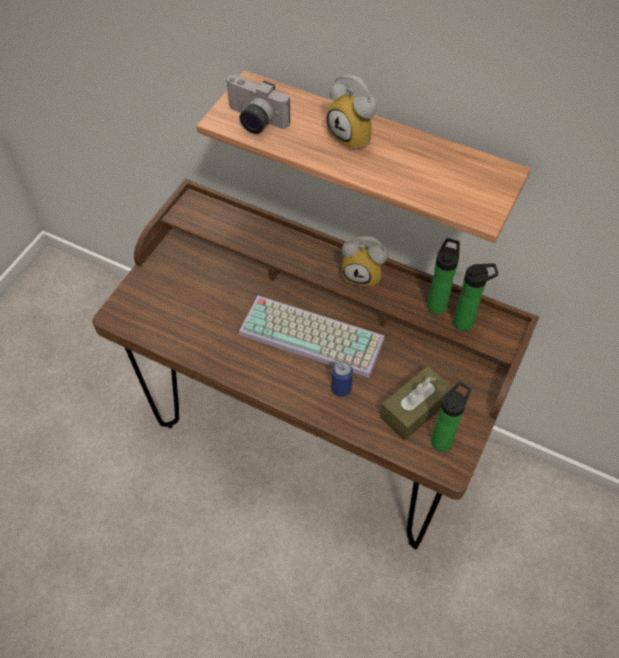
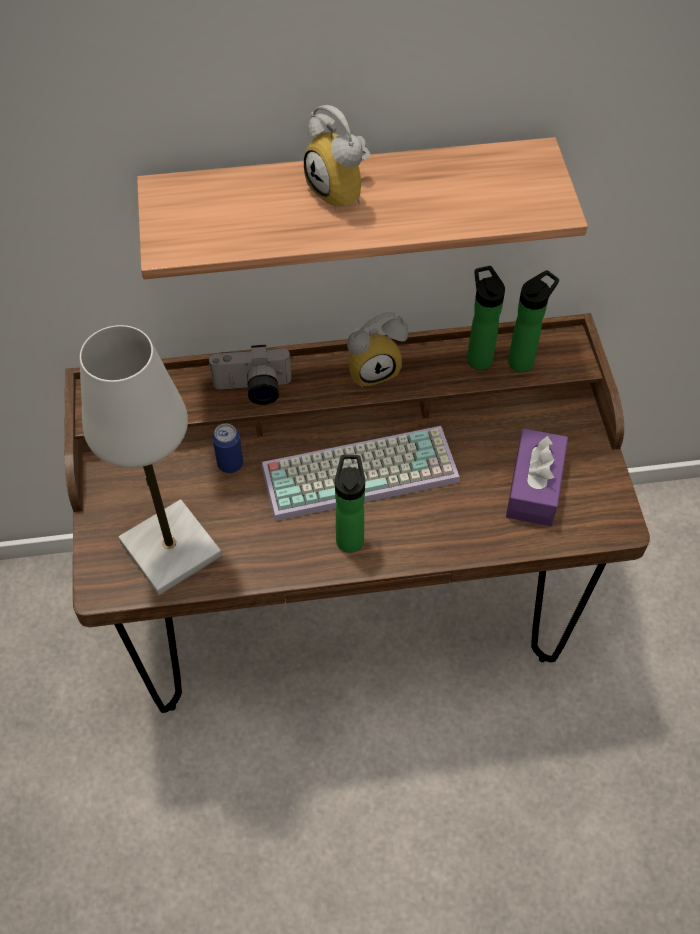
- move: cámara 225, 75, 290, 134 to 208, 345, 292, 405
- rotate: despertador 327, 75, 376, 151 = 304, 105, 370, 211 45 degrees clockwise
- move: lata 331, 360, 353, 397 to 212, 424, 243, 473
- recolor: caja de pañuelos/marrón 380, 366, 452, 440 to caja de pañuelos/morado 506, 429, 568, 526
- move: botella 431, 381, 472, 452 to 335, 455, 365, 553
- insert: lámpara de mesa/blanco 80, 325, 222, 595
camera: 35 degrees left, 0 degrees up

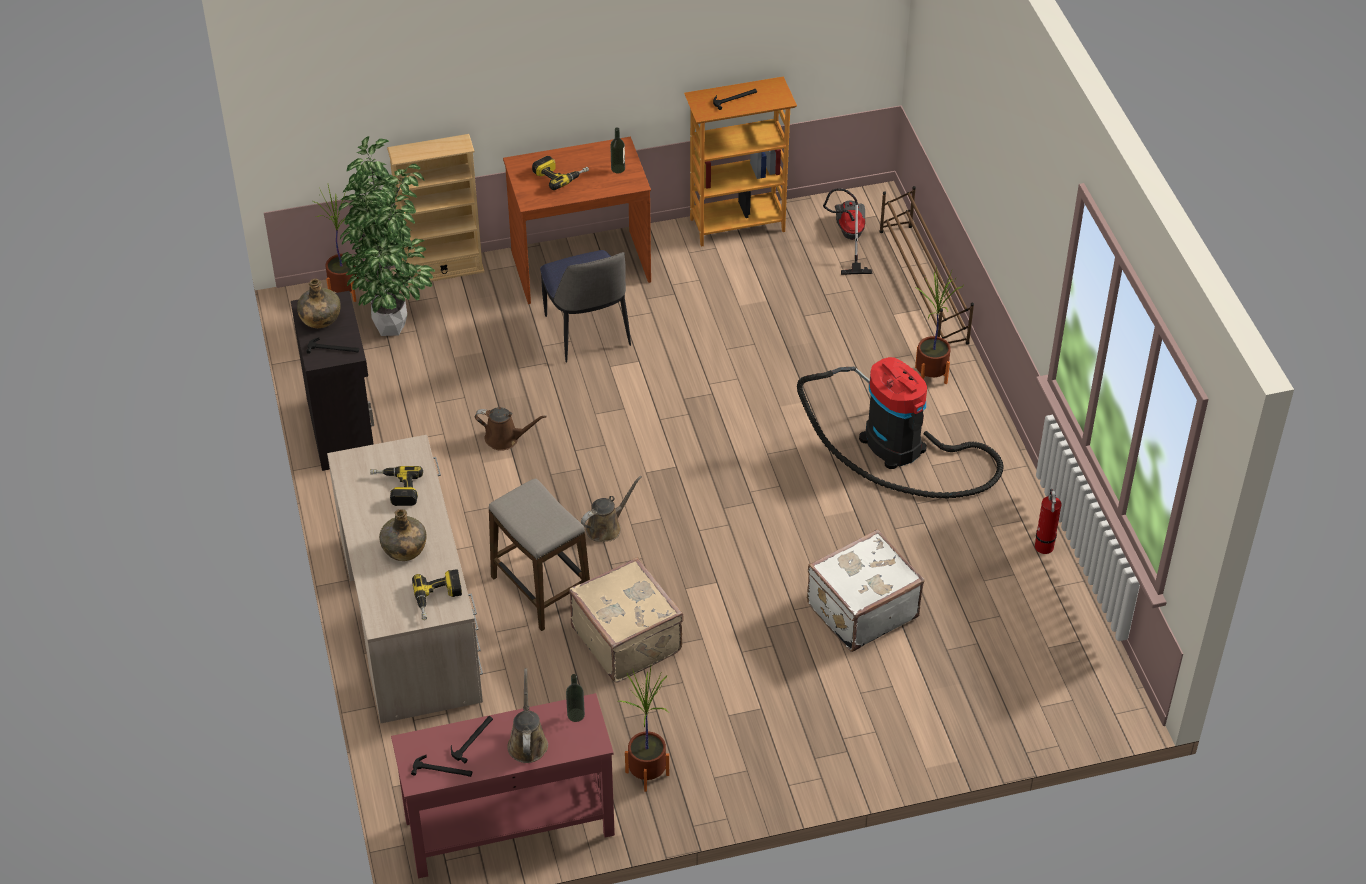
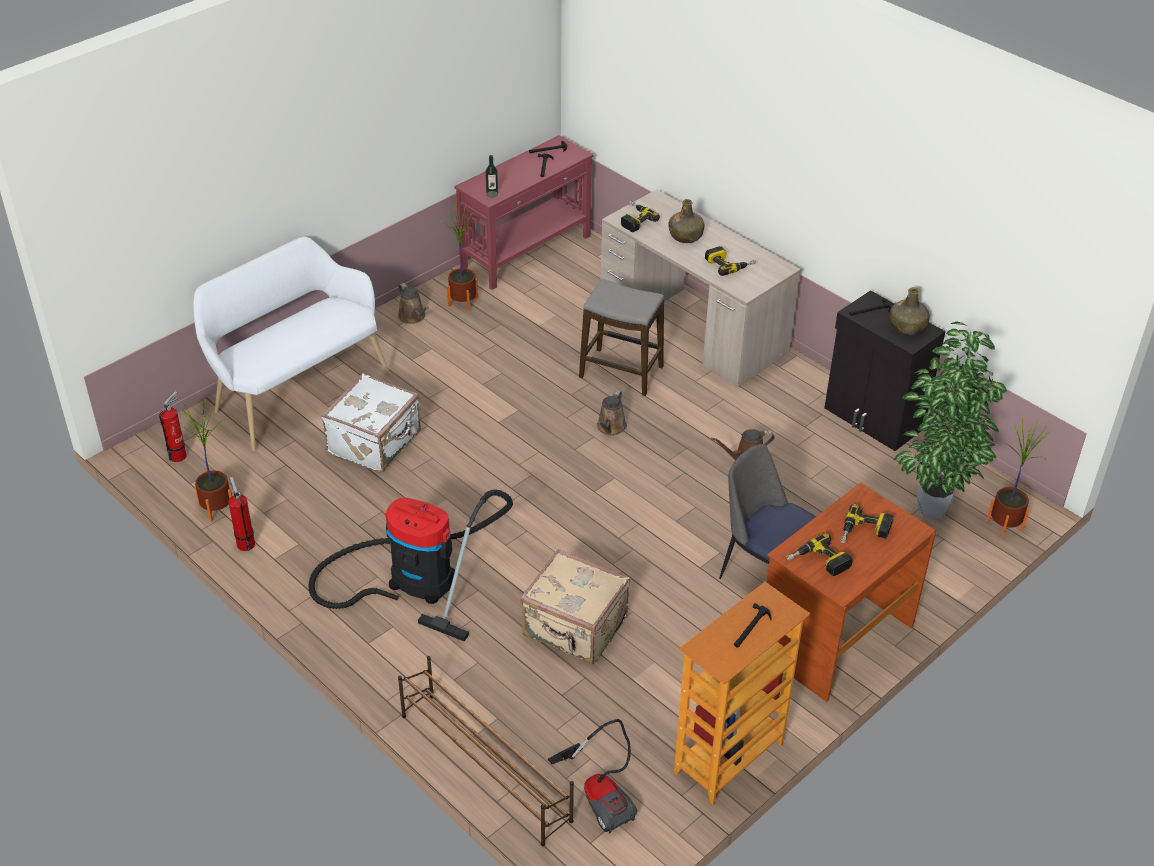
- delete: estantería/beis 387, 134, 485, 285
- move: regadera/marrón 507, 668, 548, 763 to 398, 283, 429, 324
- move: maleta/beis 569, 557, 684, 683 to 520, 549, 630, 664
- replace: botella 610, 127, 625, 173 to taladro 787, 533, 853, 576
- move: planta en maceta 915, 266, 963, 384 to 178, 404, 232, 522
- insert: extintor 159, 391, 187, 462
- insert: banco/blanco 193, 237, 390, 451
camera: 150 degrees right, 5 degrees down

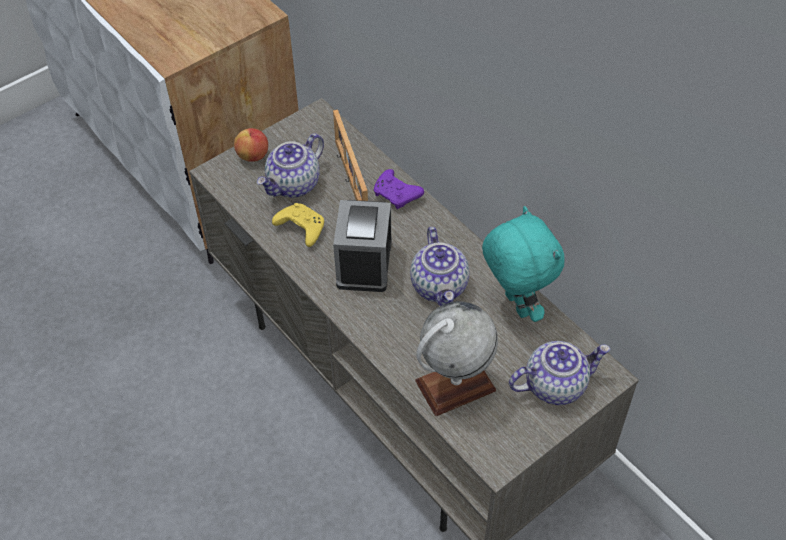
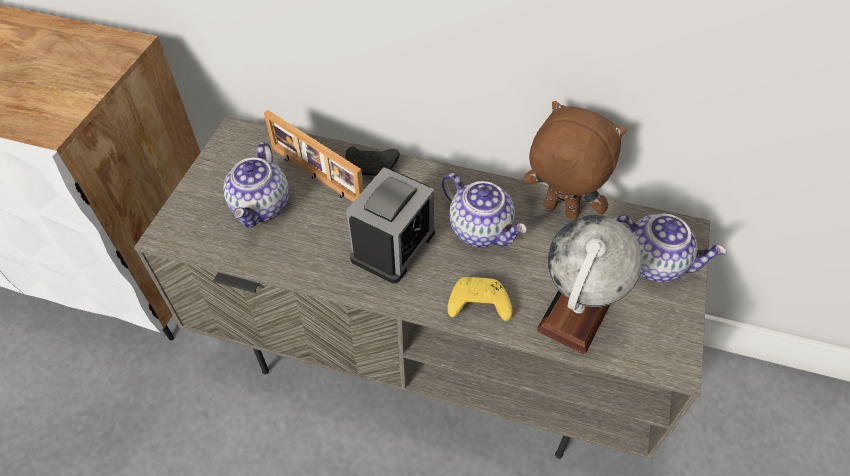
- delete: manzana 234, 128, 268, 162
- move: mando de consola/amarillo 272, 203, 324, 247 to 448, 277, 512, 321
- rotate: despertador 333, 200, 392, 292 = 346, 167, 435, 283 120 degrees counterclockwise
- recolor: mando de consola/morado 374, 169, 424, 209 to mando de consola/negro 346, 146, 400, 176
- recolor: peluche/turquesa 482, 206, 564, 322 to peluche/marrón 523, 101, 627, 220
- rotate: tetera 509, 341, 610, 405 = 613, 214, 727, 282 75 degrees clockwise
camera: 35 degrees left, 0 degrees up

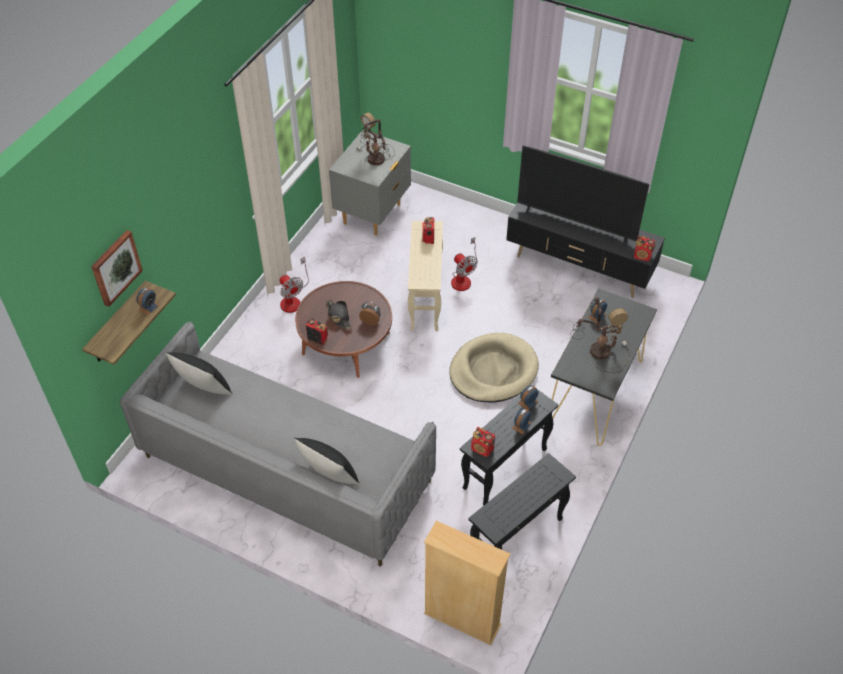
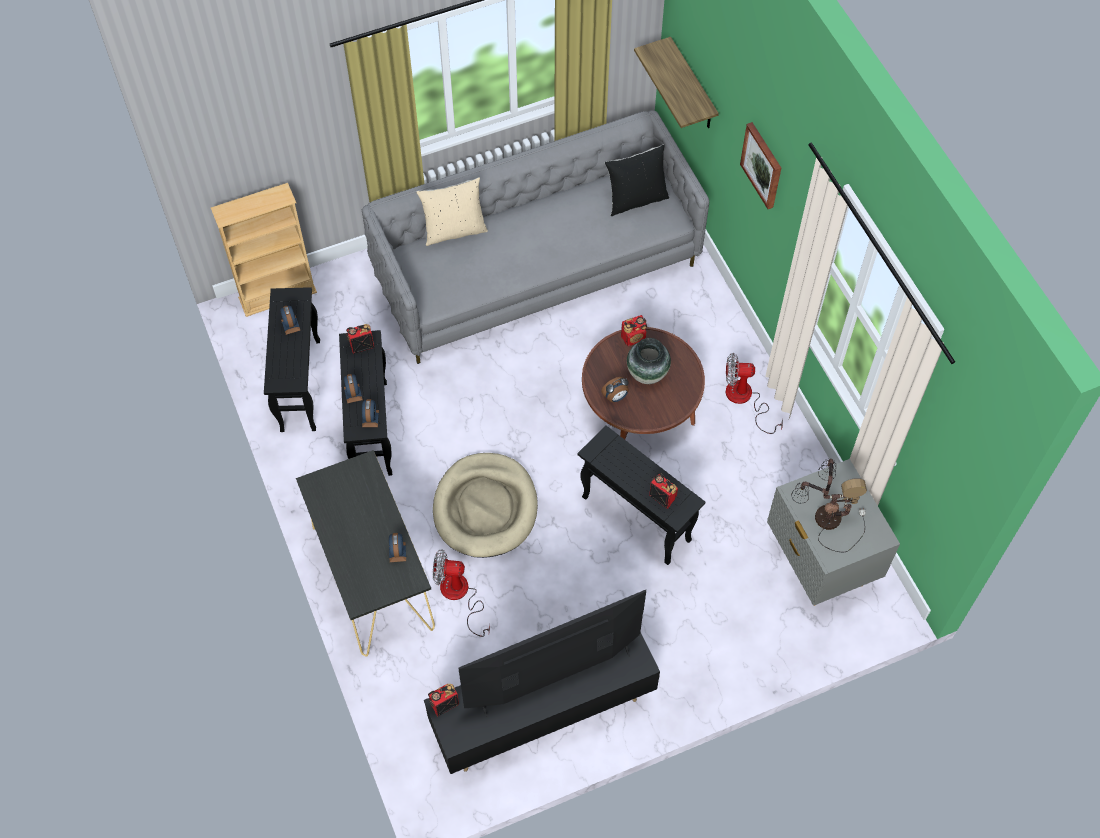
- move: cuadro 91, 230, 143, 307 to 740, 122, 781, 209
- move: despertador 136, 288, 160, 315 to 280, 306, 300, 335
- recolor: cojín/negro 294, 438, 359, 484 to cojín/beis 416, 177, 488, 246
- replace: sombrero/negro 326, 299, 352, 329 to florero 627, 338, 671, 384
- recolor: mesa auxiliar/beis 408, 221, 443, 331 to mesa auxiliar/negro 578, 426, 705, 565
- move: ventilador 451, 237, 477, 291 to 433, 549, 490, 637
- delete: lámpara de mesa 571, 297, 630, 373
camera: 130 degrees right, 10 degrees up

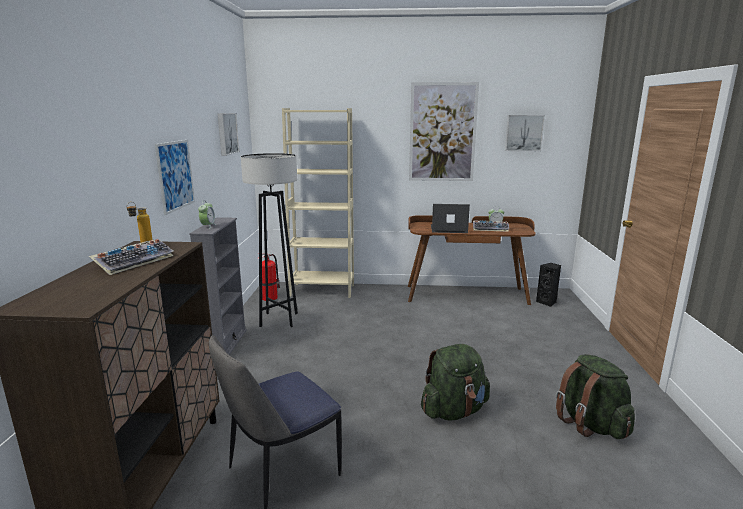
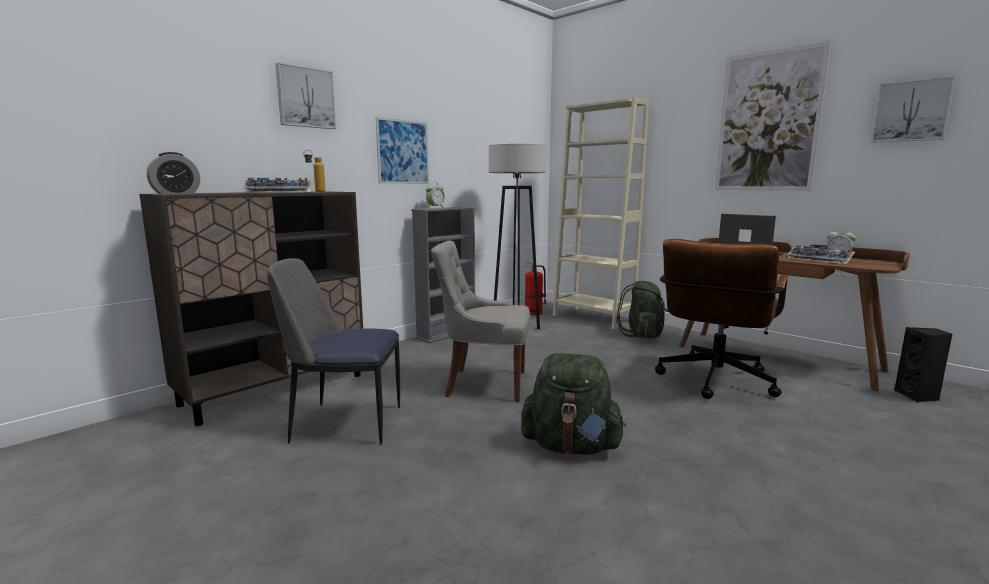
- move: cuadro 217, 113, 240, 156 to 275, 62, 336, 129
- move: mochila/verde 556, 354, 635, 439 to 616, 281, 669, 338
- insert: despertador 147, 152, 200, 194
- insert: silla/gris 431, 241, 530, 402
- insert: silla de oficina/marrón 655, 239, 788, 399
camera: 40 degrees right, 5 degrees down

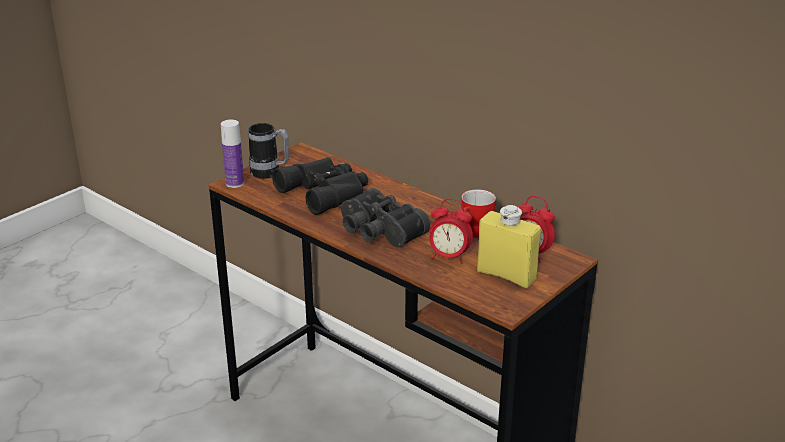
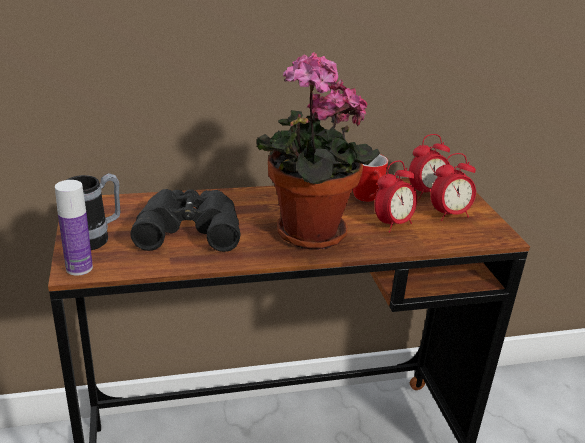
- replace: prismáticos/negro 341, 188, 430, 248 to planta en maceta 257, 52, 380, 250
- replace: botella/amarillo 477, 205, 541, 288 to despertador 431, 153, 476, 221
camera: 55 degrees left, 0 degrees up

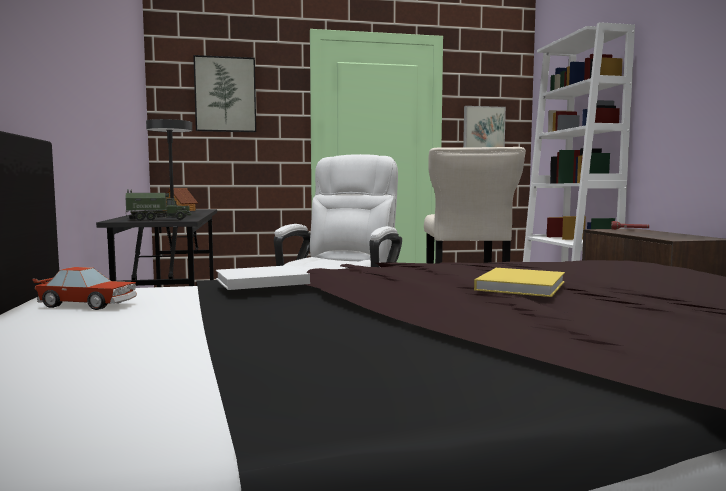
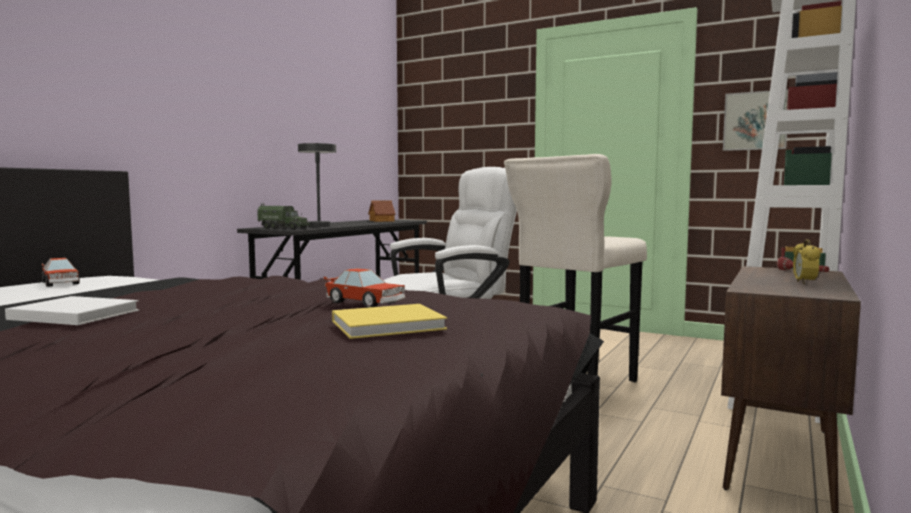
- delete: cuadro 193, 55, 256, 132
- move: libro/blanco 216, 265, 310, 290 to 5, 296, 139, 325
- move: libro/amarillo 474, 268, 565, 297 to 332, 304, 447, 339
- insert: coche de juguete 324, 268, 405, 308
- insert: despertador 793, 239, 821, 284
camera: 40 degrees right, 0 degrees up

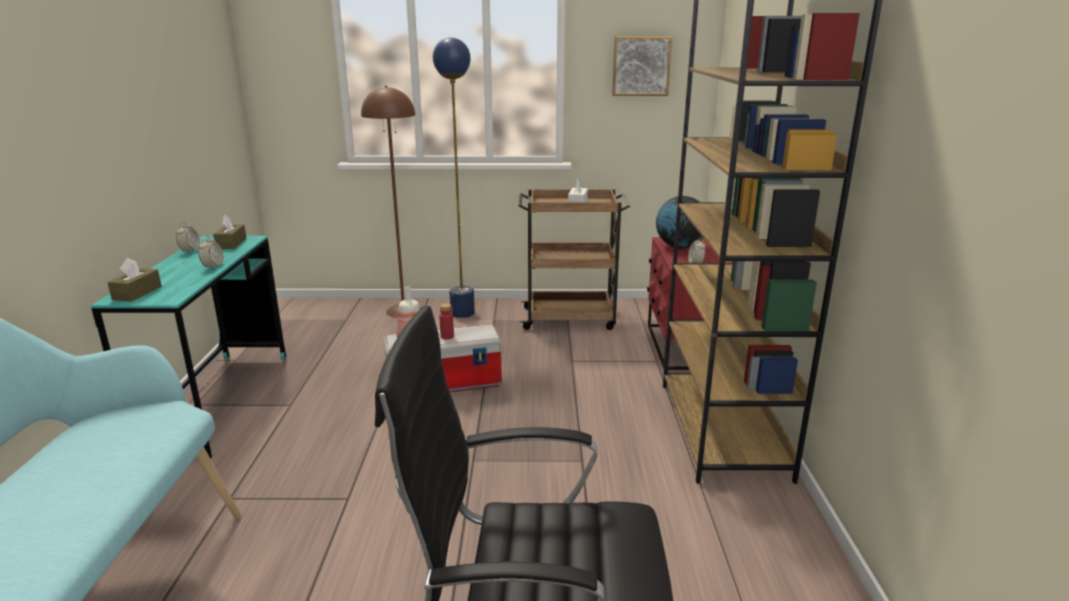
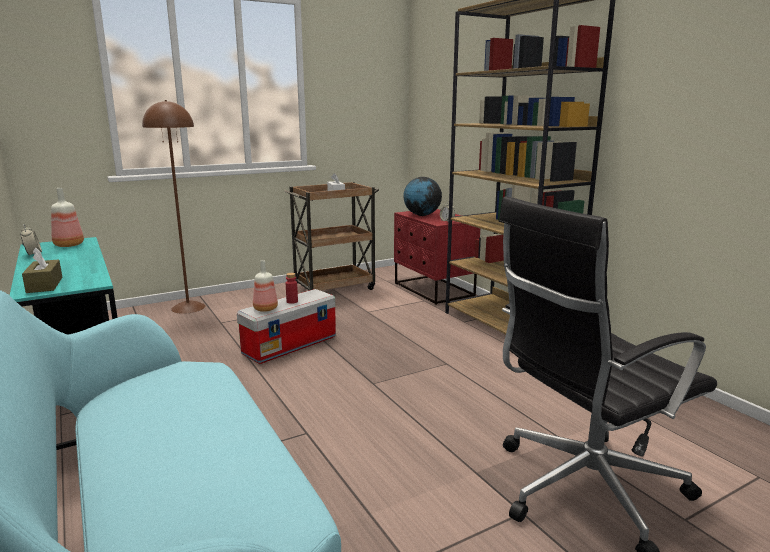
- delete: despertador 198, 235, 223, 269
- replace: caja de pañuelos/marrón 213, 215, 247, 249 to botella 51, 188, 84, 247
- delete: lámpara de pie/azul 433, 37, 475, 318
- delete: cuadro 612, 37, 672, 96
camera: 30 degrees left, 5 degrees down

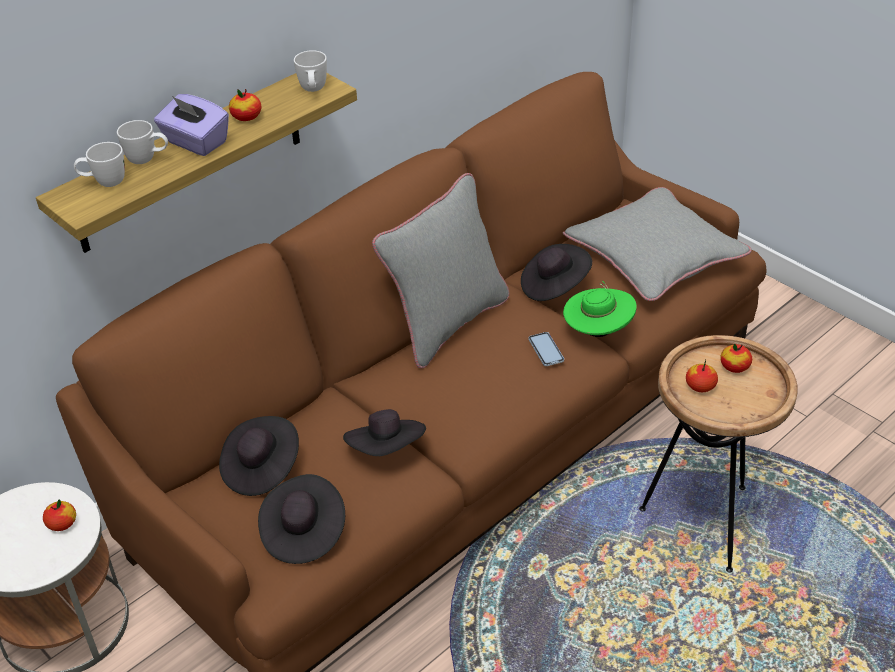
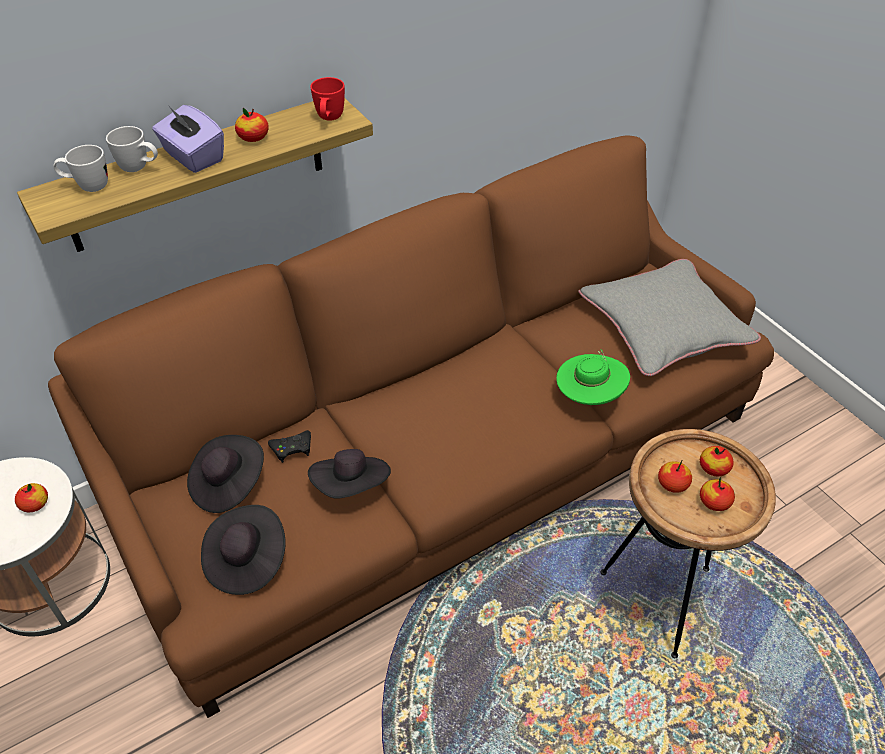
- recolor: taza grande/blanco 294, 50, 327, 92 to taza grande/rojo 310, 77, 345, 121
- delete: cojín/gris 372, 173, 509, 368
- delete: sombrero/negro 521, 244, 592, 301
- delete: móvil 528, 332, 564, 366
- insert: mando de consola/negro 268, 430, 311, 463
- insert: manzana 700, 477, 735, 511
camera: 10 degrees right, 5 degrees up

